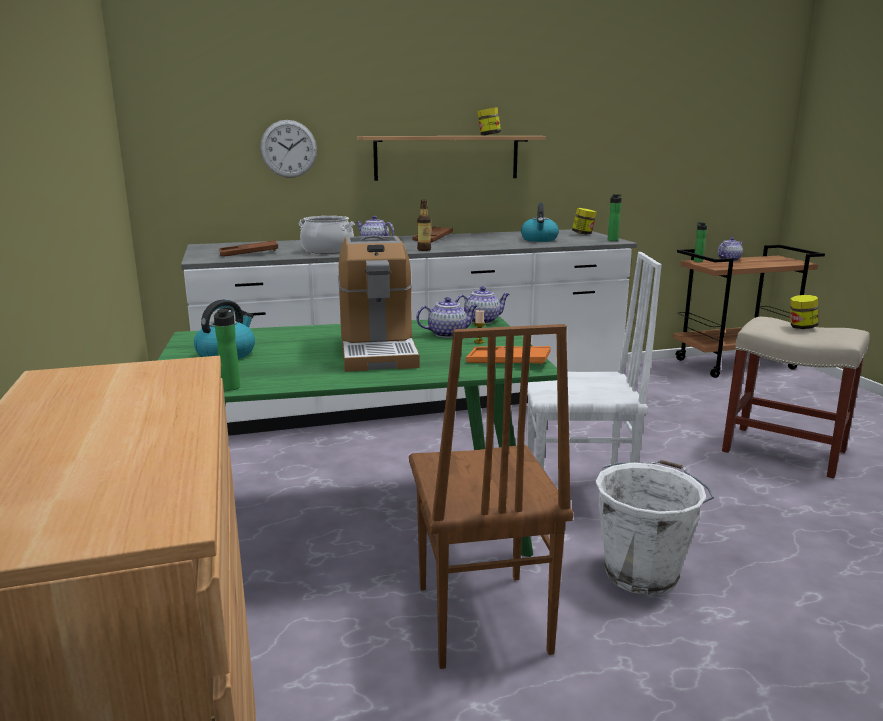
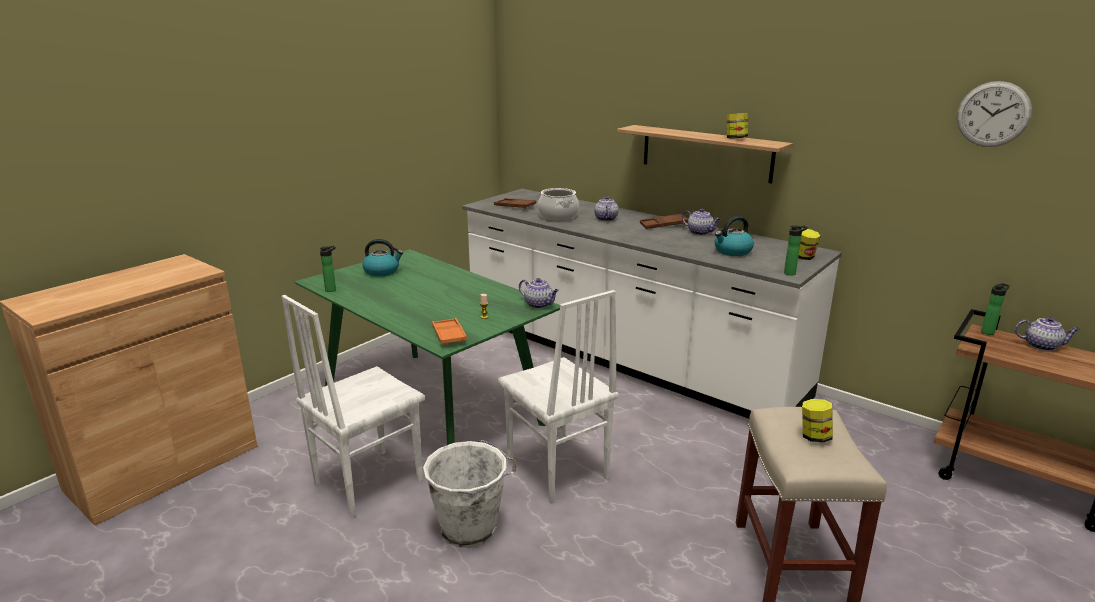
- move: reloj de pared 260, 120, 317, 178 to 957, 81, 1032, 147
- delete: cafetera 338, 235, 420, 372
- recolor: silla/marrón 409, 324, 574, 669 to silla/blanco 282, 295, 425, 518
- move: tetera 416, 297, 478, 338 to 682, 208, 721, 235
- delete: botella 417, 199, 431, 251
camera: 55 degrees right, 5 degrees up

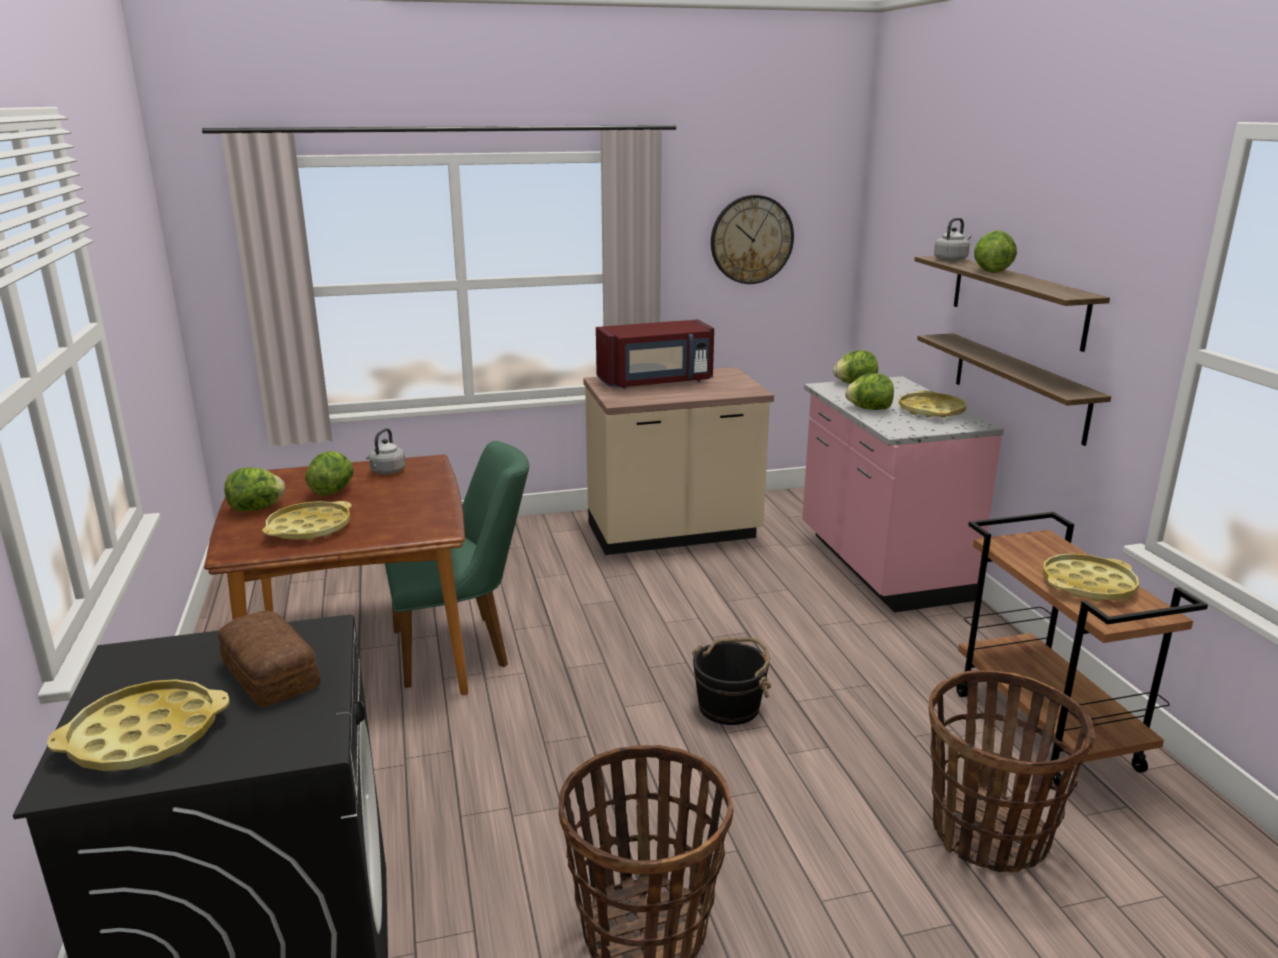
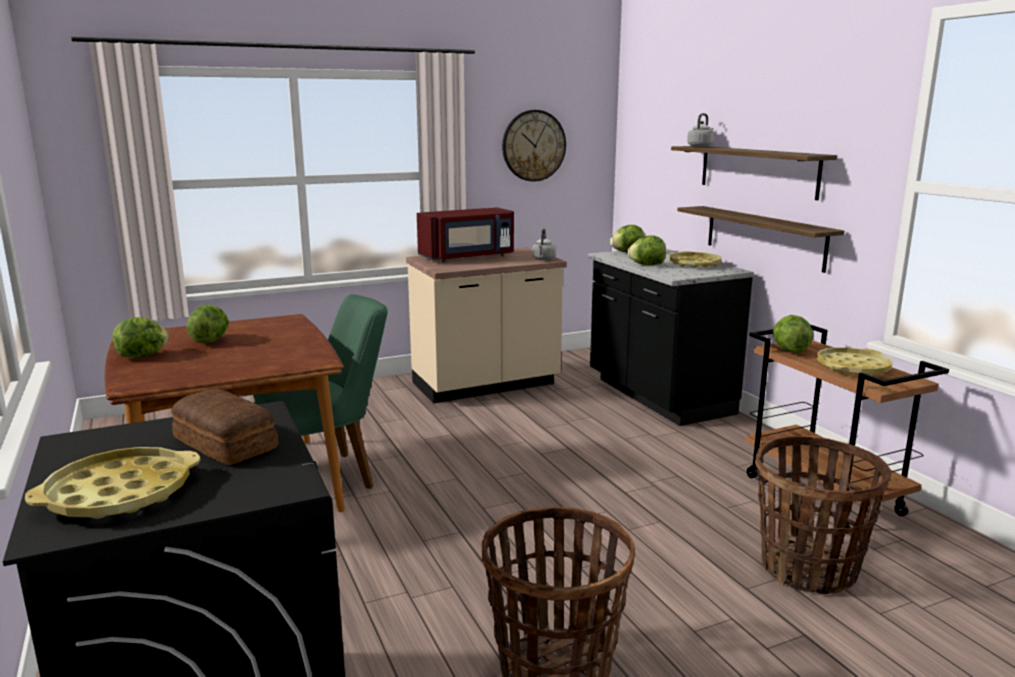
- delete: bandeja/amarillo 262, 501, 352, 540
- move: hervidor/gris 366, 428, 406, 474 to 532, 229, 556, 260
- delete: cubo/negro 692, 637, 771, 725
- recolor: mueble bajo de cocina/rosa 802, 376, 1004, 612 to mueble bajo de cocina/negro 588, 249, 754, 426
- move: lechuga 974, 230, 1017, 273 to 773, 315, 813, 353
camera: 10 degrees left, 5 degrees down

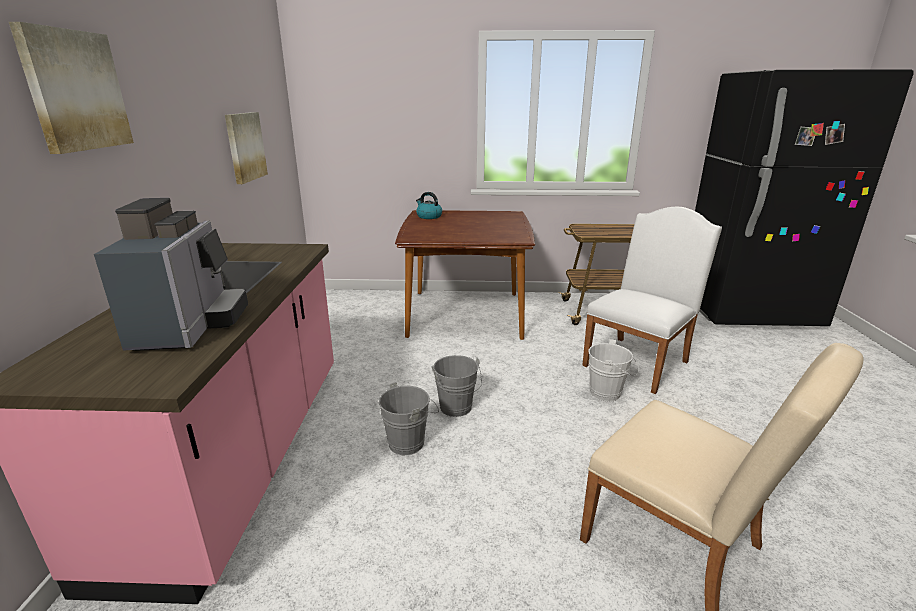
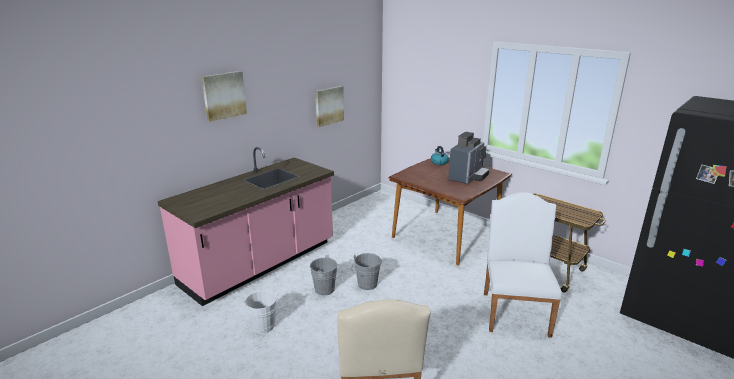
- move: cafetera 94, 198, 248, 351 to 448, 132, 489, 184
- rotate: silla/blanco 582, 207, 722, 394 = 484, 192, 562, 338 75 degrees counterclockwise
- move: cubo/blanco 588, 339, 639, 401 to 244, 290, 279, 334
camera: 40 degrees right, 0 degrees up

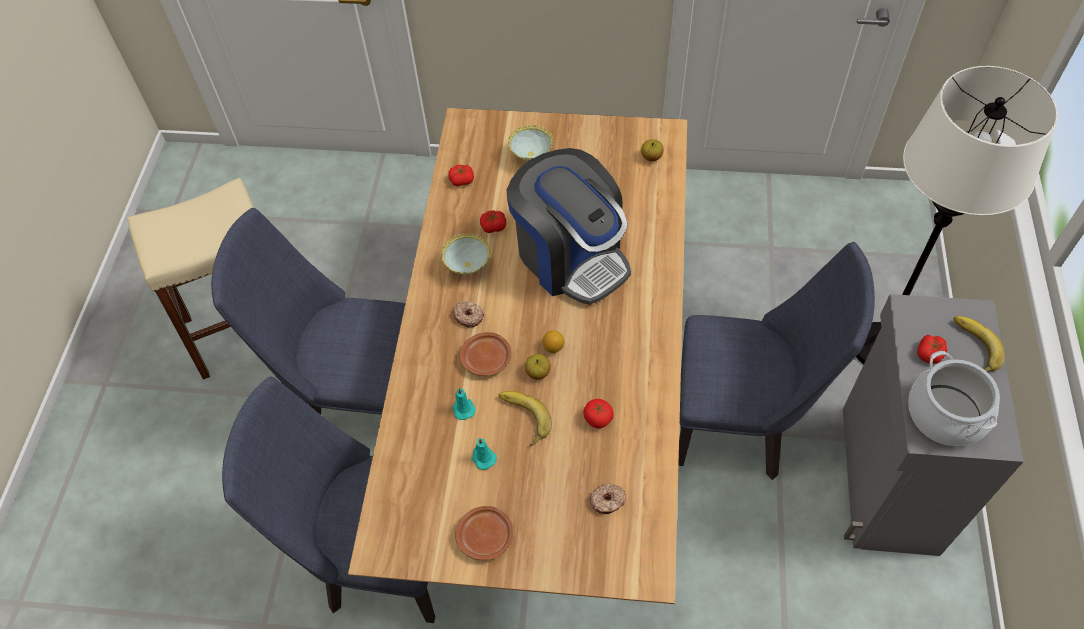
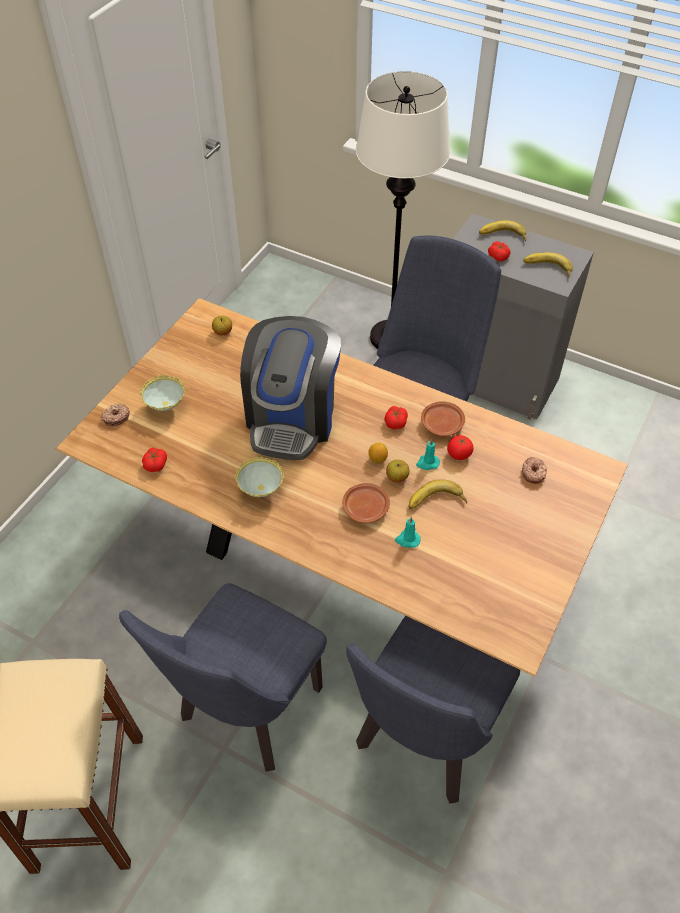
- move: rosquilla 453, 301, 484, 328 to 101, 403, 130, 426
- move: plato/marrón 455, 506, 513, 560 to 421, 401, 465, 437
- move: vela/turquesa 472, 438, 497, 470 to 416, 439, 440, 470
- move: tomate 480, 210, 506, 233 to 384, 406, 408, 429
- rotate: cafetera 507, 148, 631, 305 = 240, 316, 341, 460 120 degrees clockwise
- replace: olla 908, 351, 1000, 446 to plátano 523, 252, 573, 278
camera: 70 degrees left, 5 degrees down

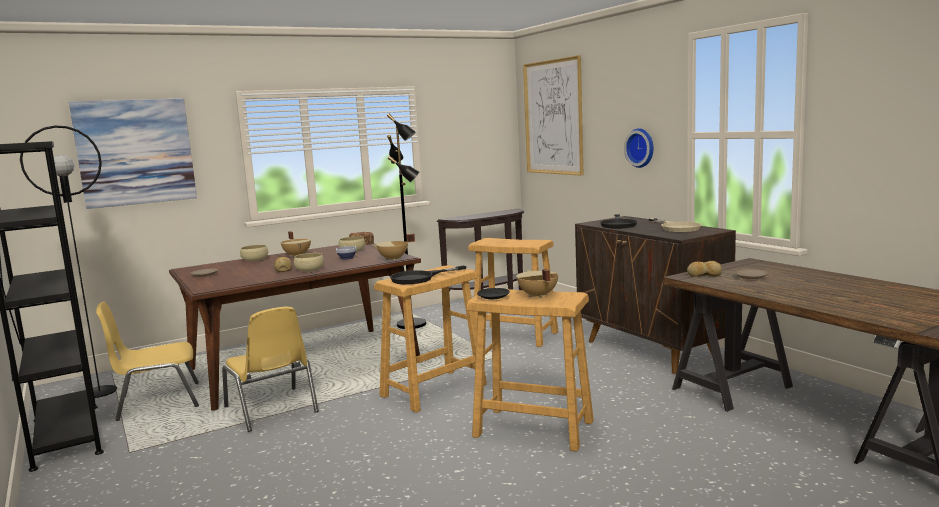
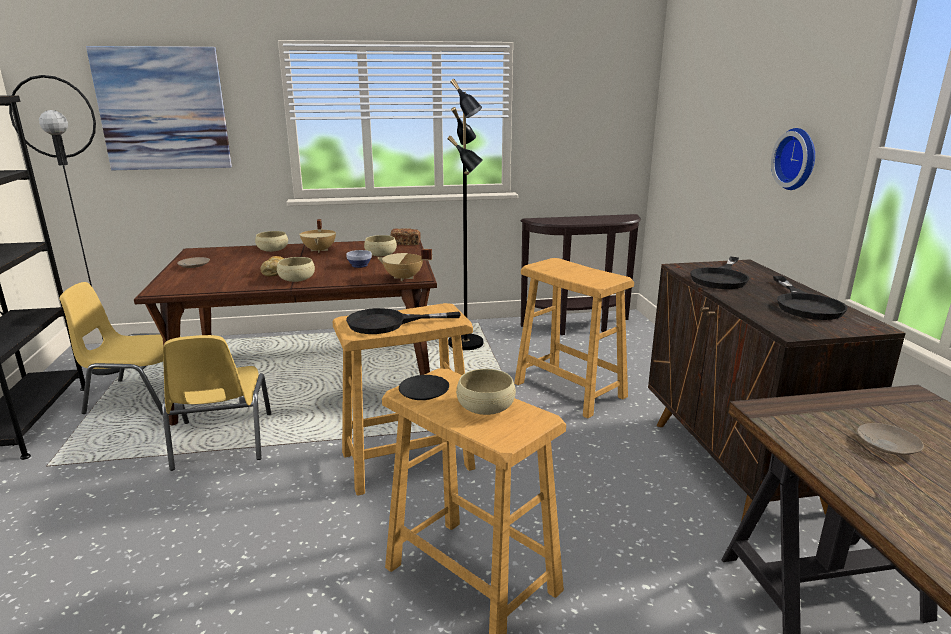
- replace: olla/beis 516, 269, 558, 298 to cuenco/beis 456, 369, 516, 415
- delete: cuadro 523, 55, 583, 176
- recolor: sartén/beis 649, 218, 702, 232 to sartén/negro 773, 276, 848, 320
- delete: pan 687, 261, 722, 277
camera: 20 degrees right, 10 degrees up

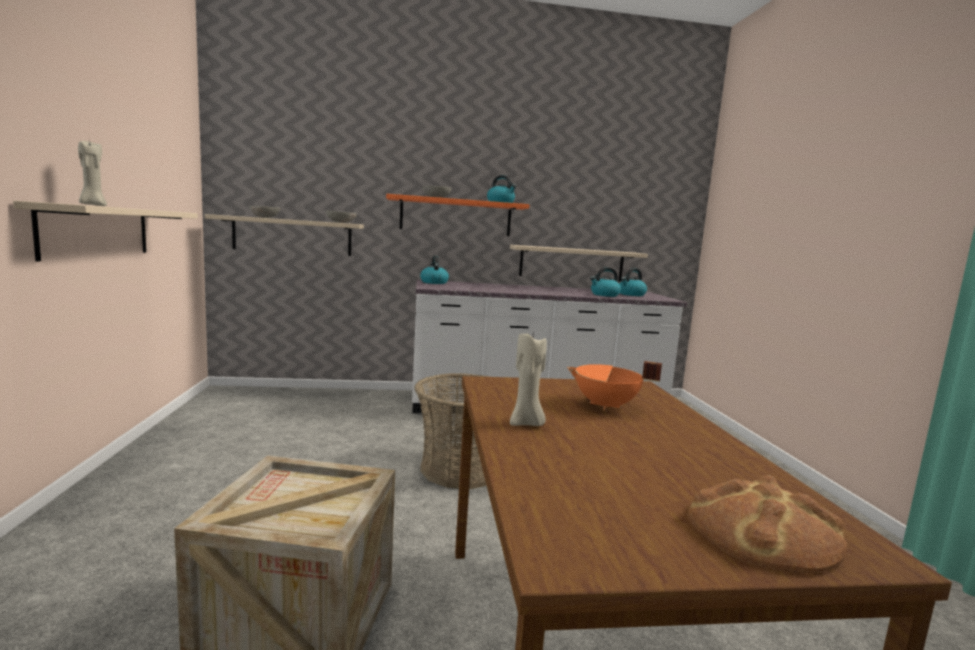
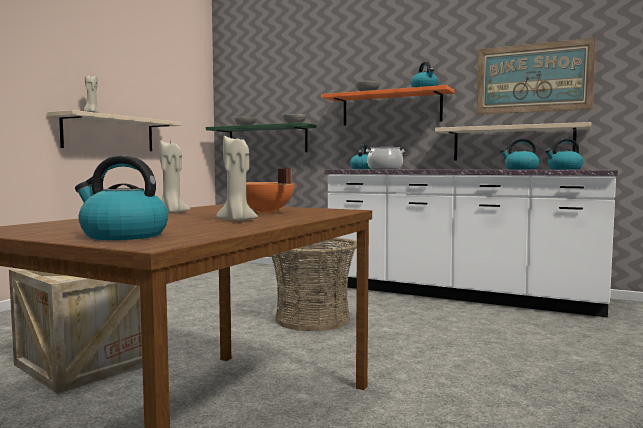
- recolor: estante/beis 205, 214, 364, 256 to estante/verde 206, 123, 316, 152
- replace: pan 688, 475, 847, 573 to hervidor 75, 156, 168, 240
- insert: vela/beis 216, 136, 258, 221
- insert: olla 366, 147, 405, 169
- insert: cuadro 477, 38, 596, 115
camera: 35 degrees right, 5 degrees down

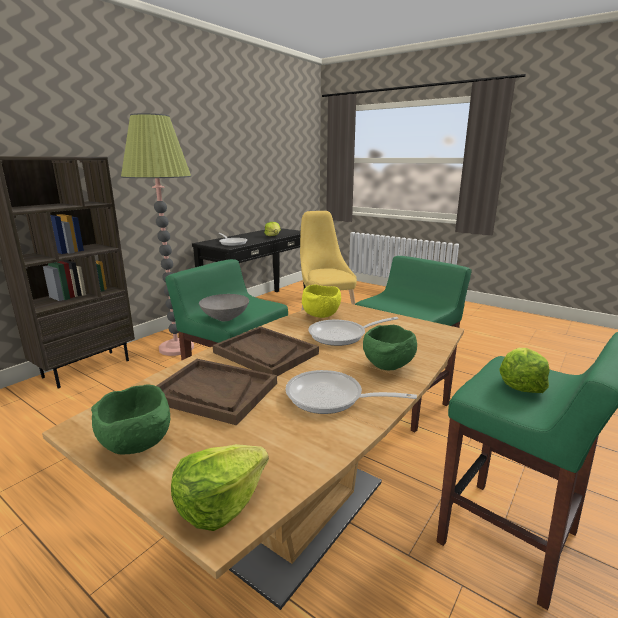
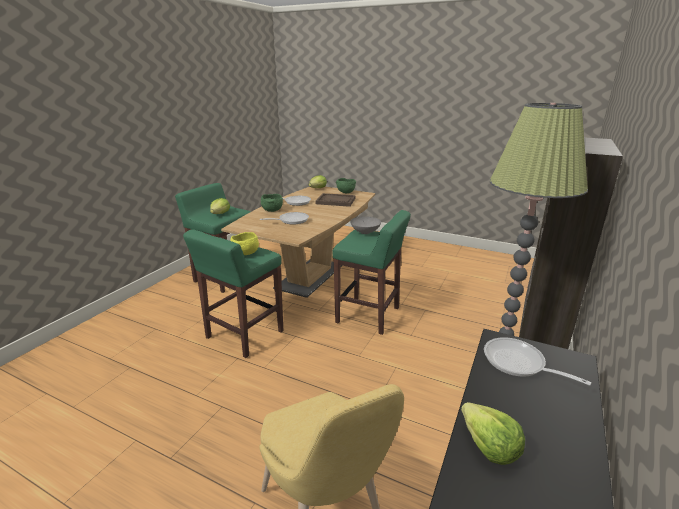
- delete: bandeja/marrón 213, 326, 319, 376
- move: cuenco/amarillo 302, 285, 341, 318 to 230, 232, 259, 255
camera: 170 degrees right, 5 degrees up

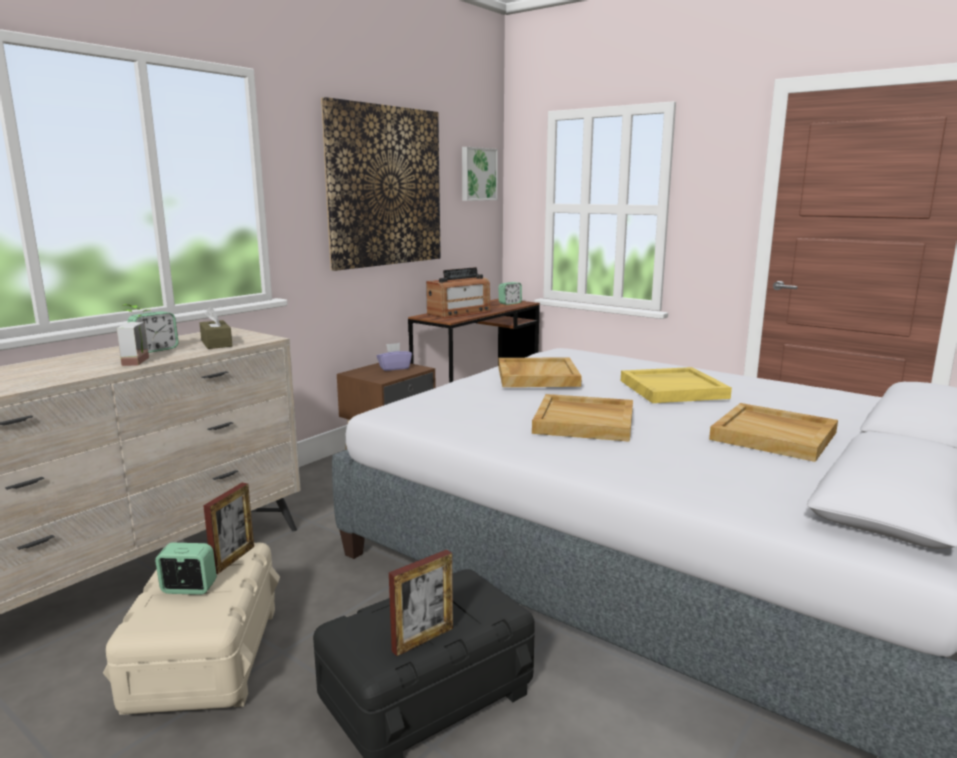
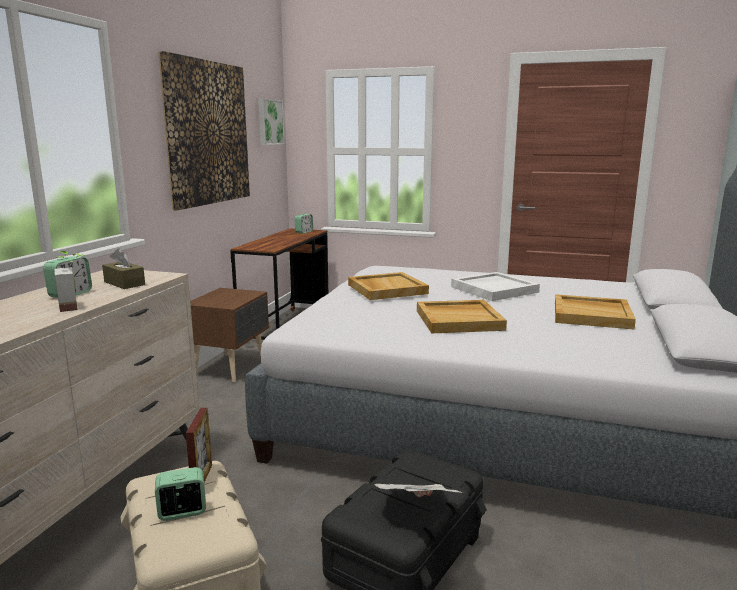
- delete: caja de pañuelos/morado 377, 343, 412, 371
- replace: portarretratos 389, 549, 453, 656 to periódico 375, 484, 463, 497
- delete: radio 426, 267, 491, 318
- recolor: bandeja/amarillo 621, 367, 732, 403 to bandeja/blanco 451, 272, 540, 301
camera: 20 degrees left, 0 degrees up

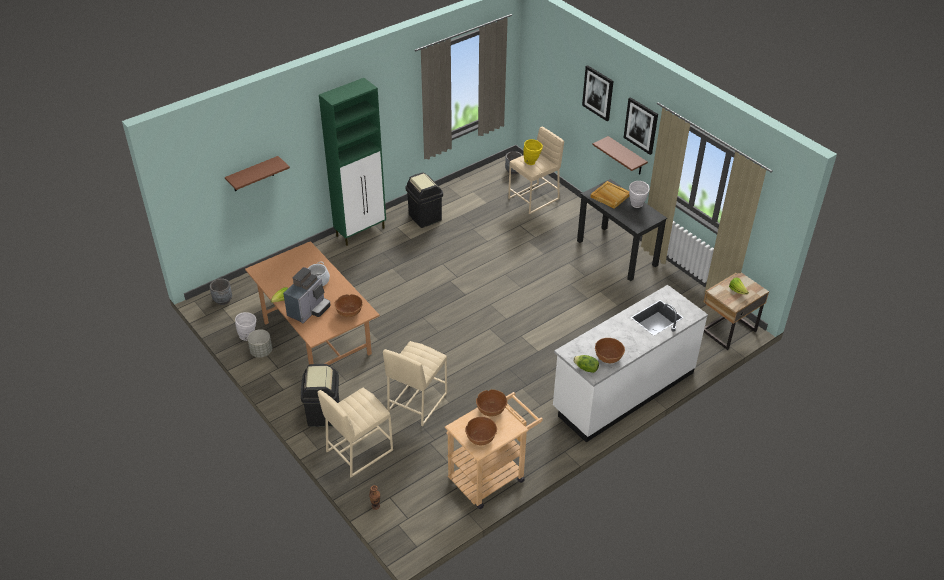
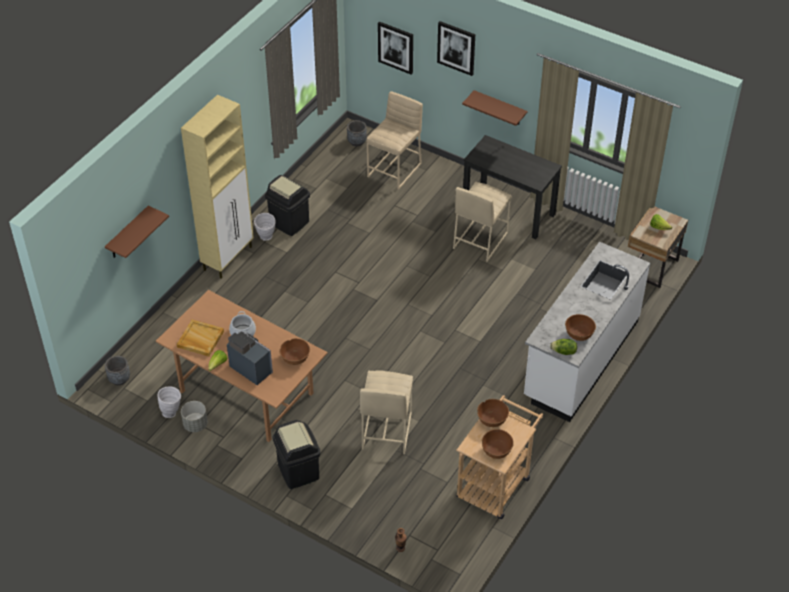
- rotate: cafetera 283, 267, 331, 323 = 227, 331, 273, 385 60 degrees counterclockwise
- move: taburete/beis 318, 387, 393, 477 to 453, 182, 511, 262
- recolor: armario/verde 319, 78, 386, 246 to armario/beis 181, 95, 254, 279
- delete: florero/amarillo 524, 139, 543, 165
- move: bandeja/beis 590, 181, 629, 209 to 177, 319, 224, 356
- move: cuadro 623, 97, 658, 155 to 378, 22, 413, 75
- move: florero/blanco 629, 181, 649, 208 to 254, 213, 276, 241
camera: 20 degrees left, 5 degrees up

